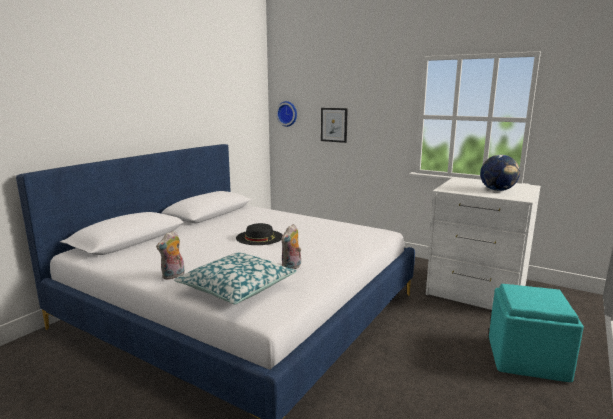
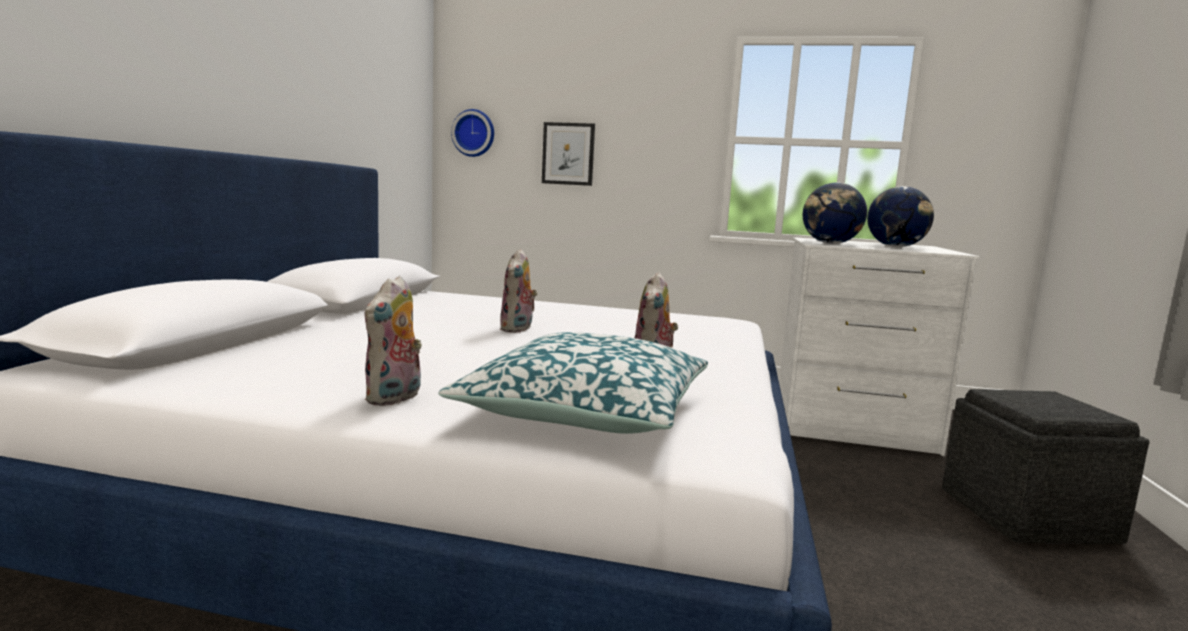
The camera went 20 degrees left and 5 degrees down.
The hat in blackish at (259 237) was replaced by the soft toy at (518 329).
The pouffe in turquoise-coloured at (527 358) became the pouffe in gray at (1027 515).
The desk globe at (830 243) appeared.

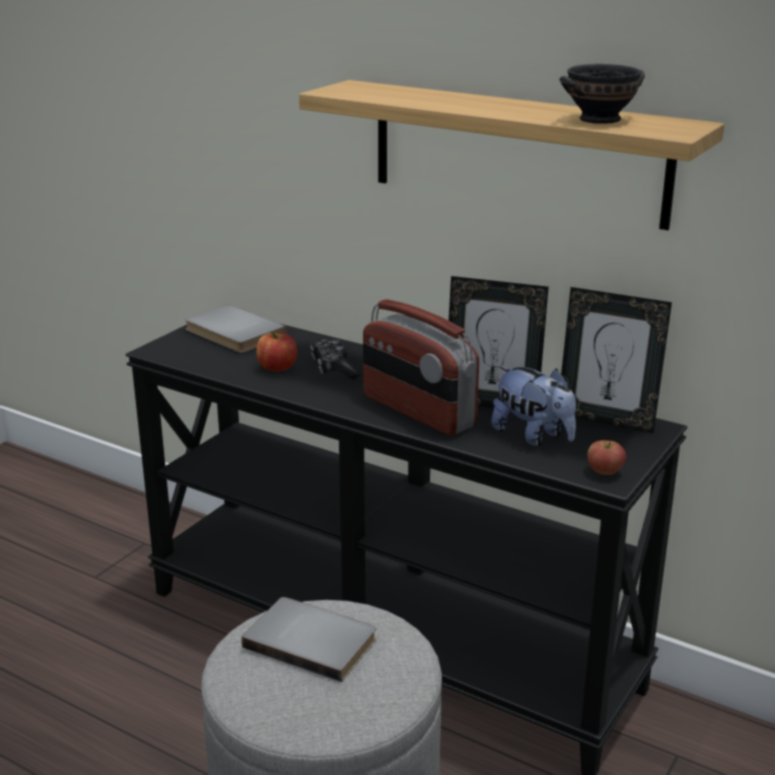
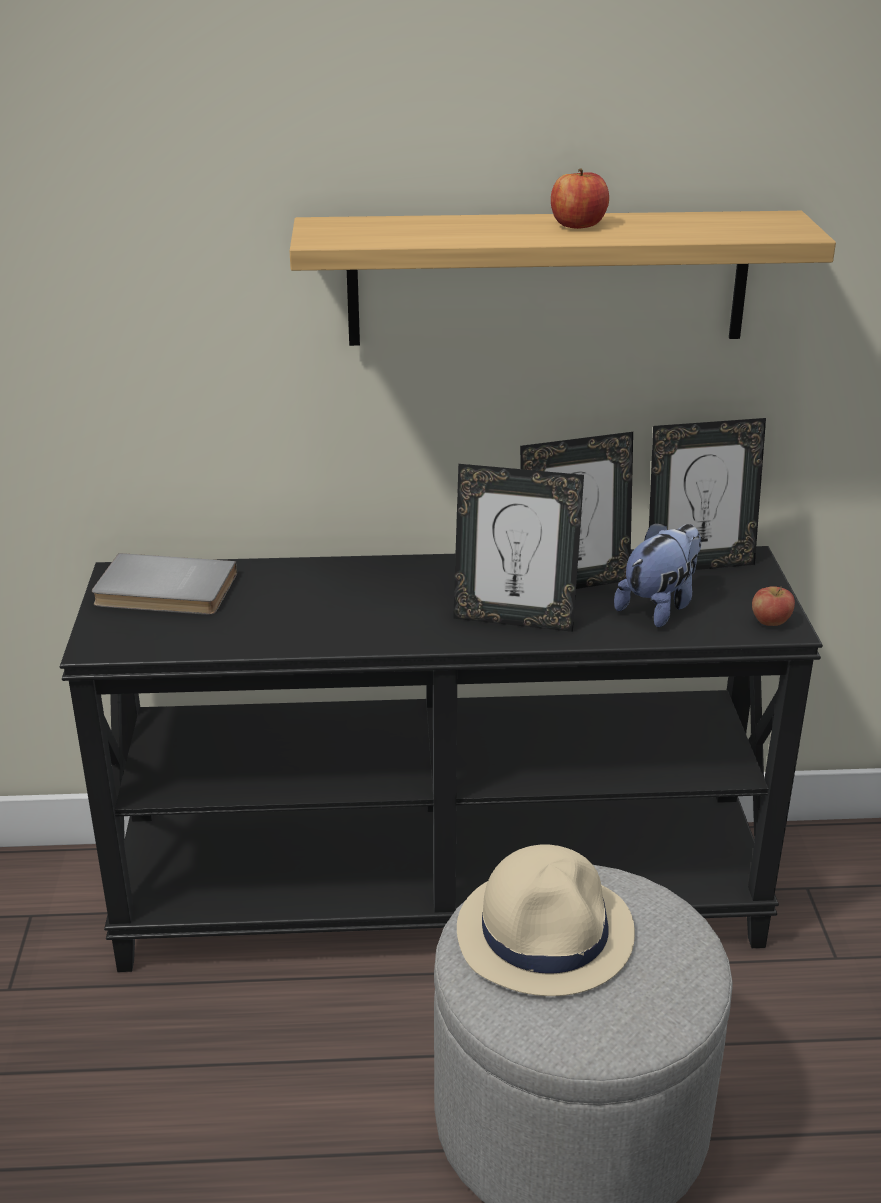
The camera went 35 degrees left and 5 degrees up.
The bound book in gray at (312 640) was replaced by the hat in beige at (546 932).
The apple moved from (277 367) to (578 225).
The game controller at (334 368) disappeared.
The radio receiver at (417 411) was replaced by the picture frame at (514 619).
The soft toy at (533 436) turned 60 degrees counterclockwise.
The deep dish in blackish at (597 119) disappeared.

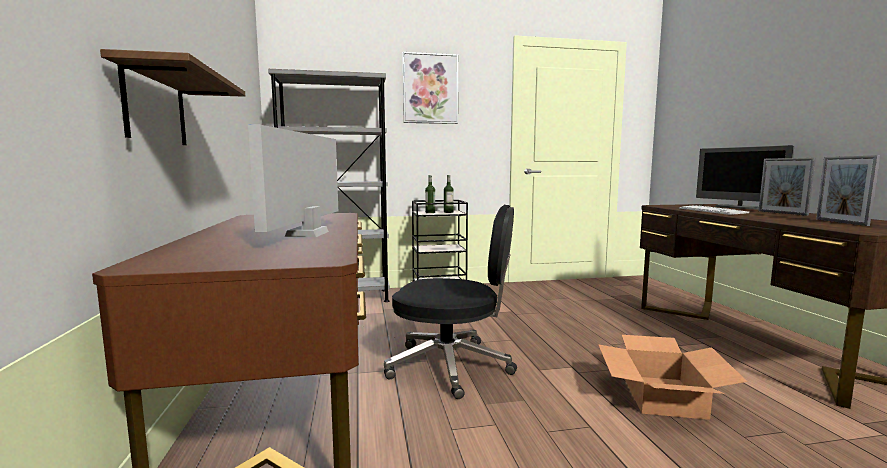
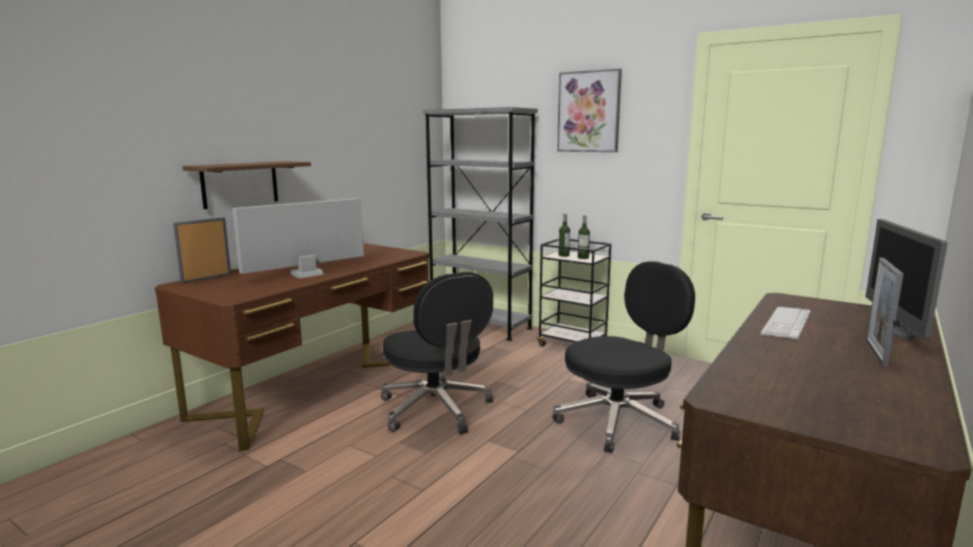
The camera went 45 degrees right and 5 degrees up.
The cardboard box at (662 396) disappeared.
The picture frame moved from (841 222) to (206 278).
The computer chair in blackish at (619 421) appeared.

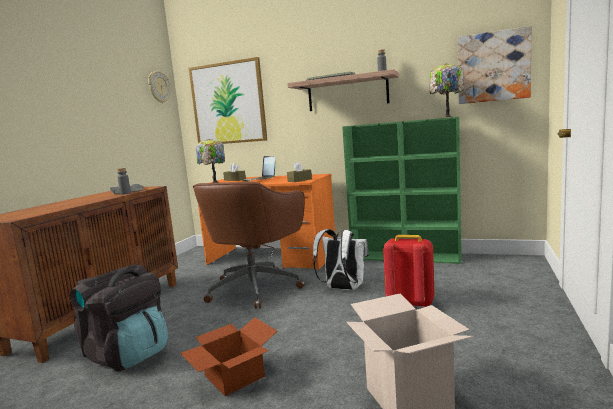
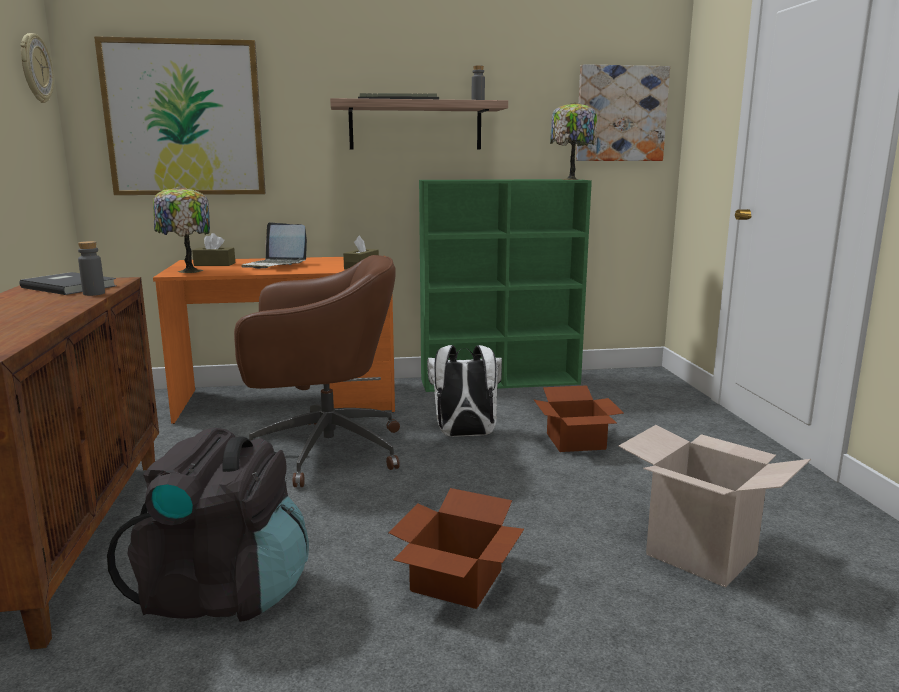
The camera went 30 degrees left and 5 degrees up.
The computer chair in brown at (256 288) turned 90 degrees counterclockwise.
The knapsack in red at (409 302) was replaced by the cardboard box at (575 442).

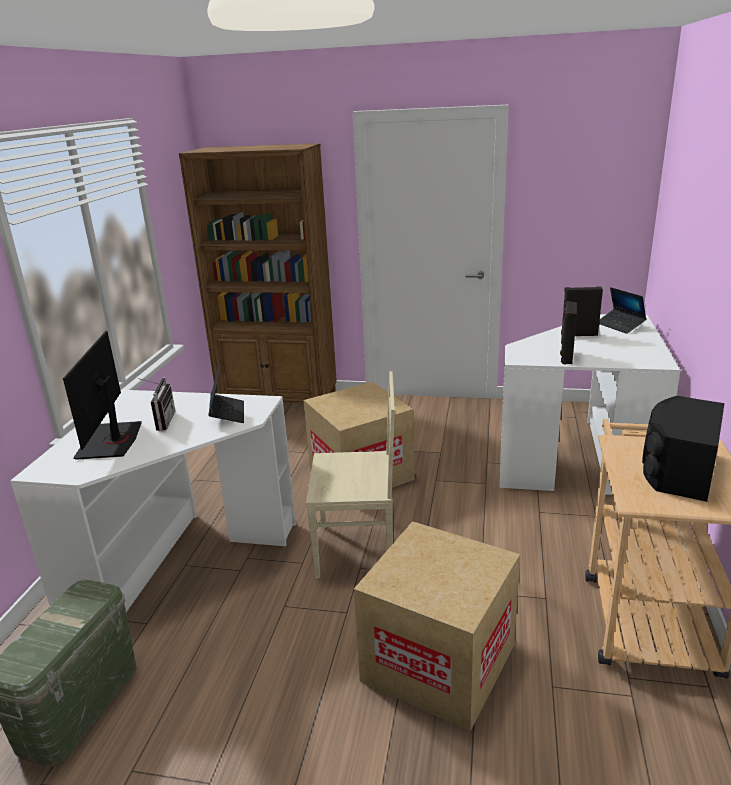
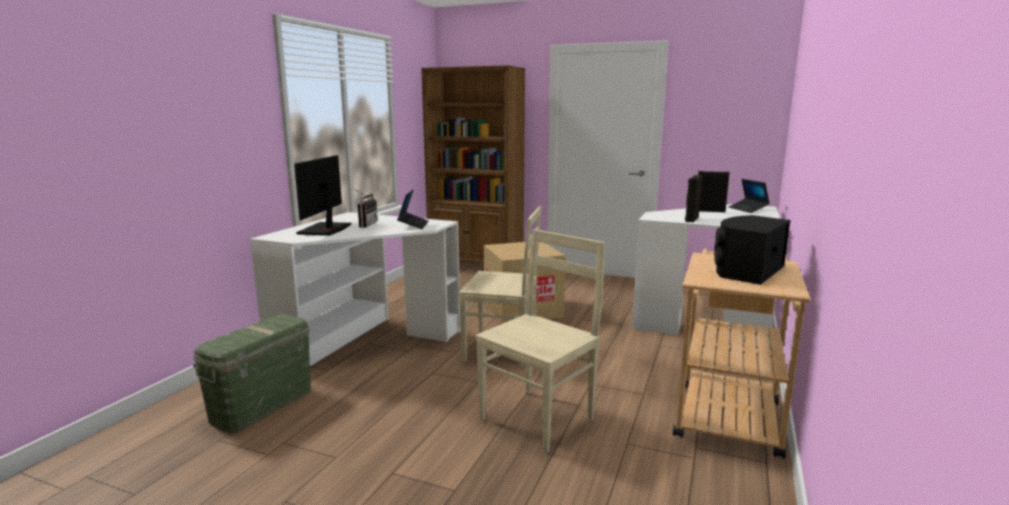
The camera went 10 degrees right and 10 degrees down.
The cardboard box at (439 662) was replaced by the plain chair in beige at (539 418).

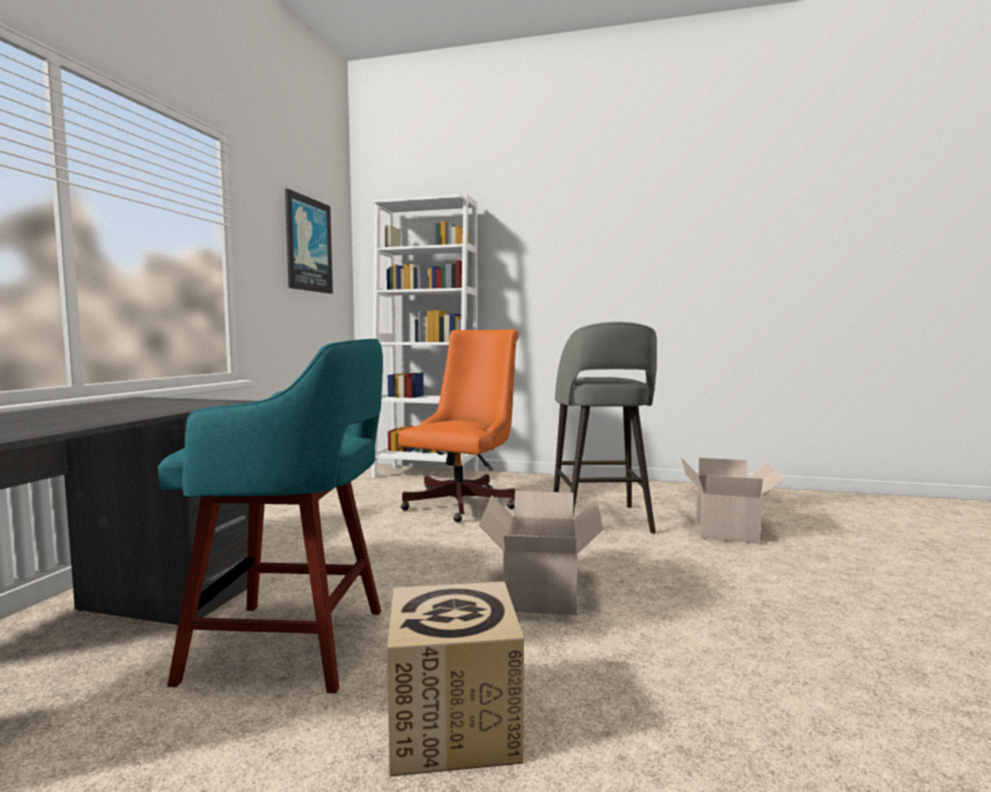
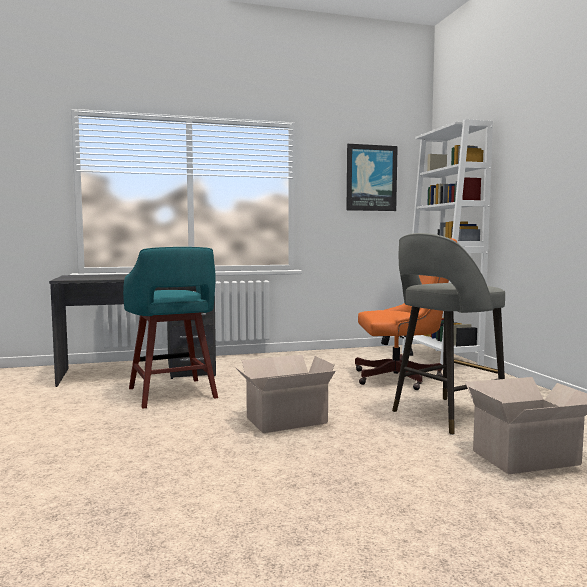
The camera went 60 degrees right and 0 degrees up.
The cardboard box at (453 725) disappeared.

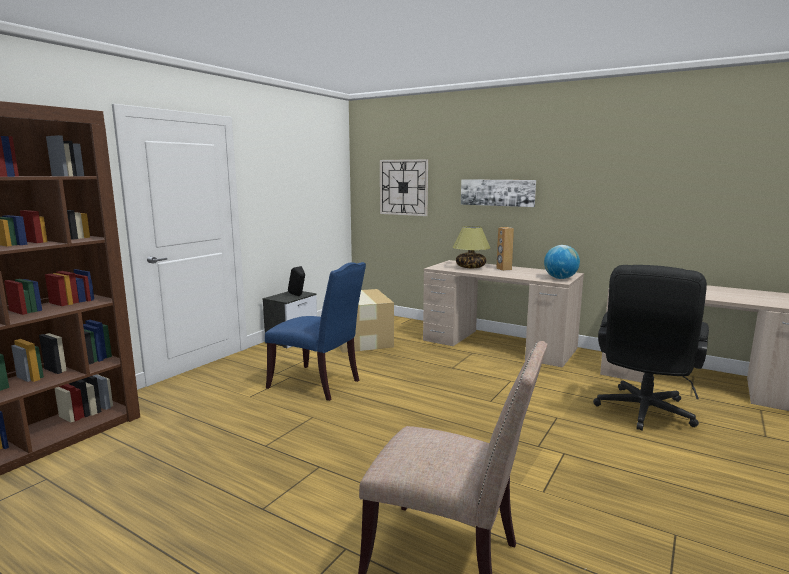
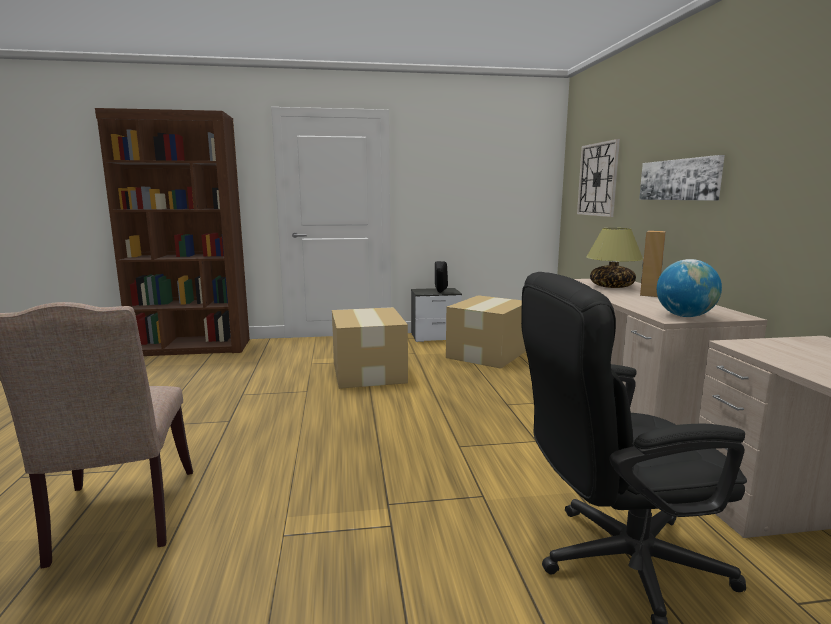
The camera went 50 degrees right and 0 degrees up.
The plain chair in blue at (318 384) was replaced by the cardboard box at (368 372).

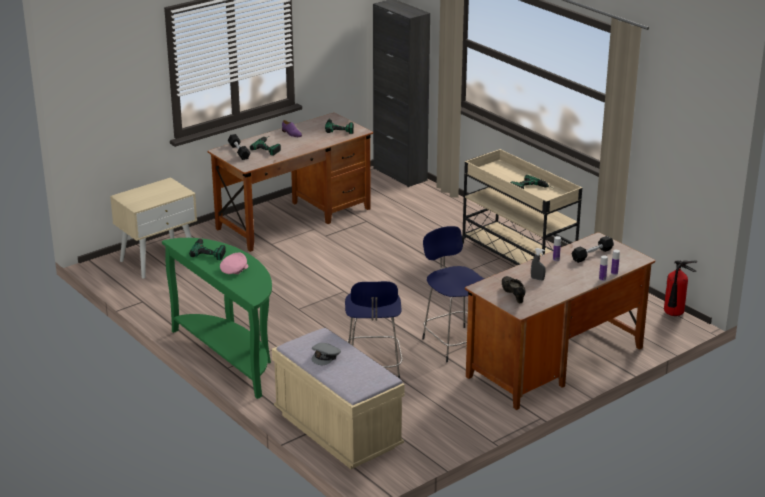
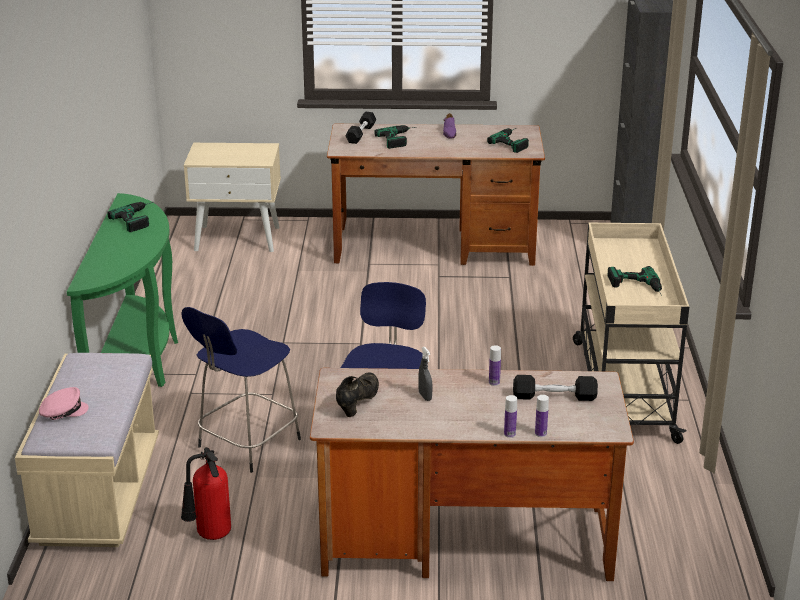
The camera went 40 degrees right and 0 degrees up.
The cap in pinkish moved from (234 269) to (62 411).
The cap in gray at (326 356) disappeared.
The fire extinguisher moved from (674 315) to (209 536).

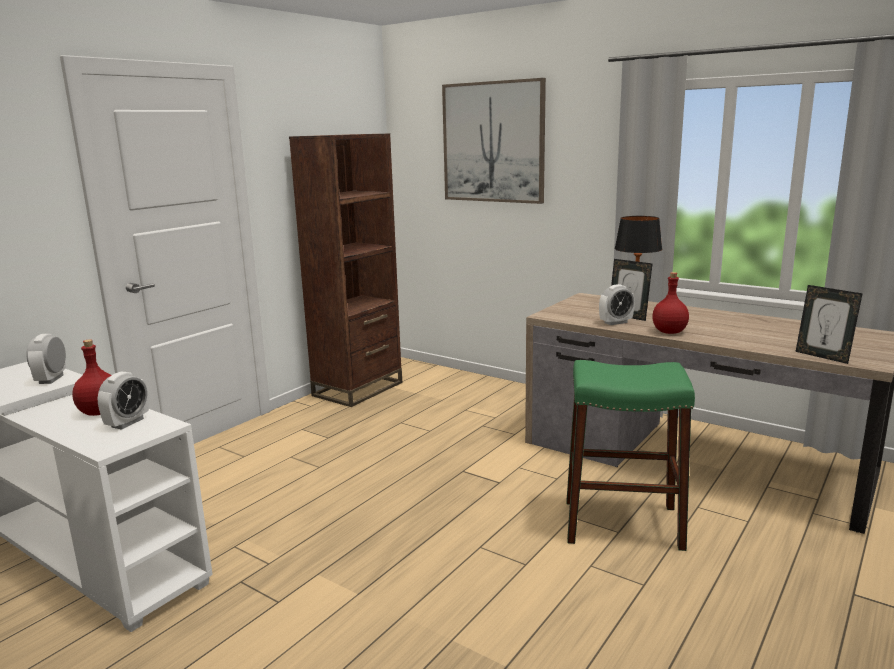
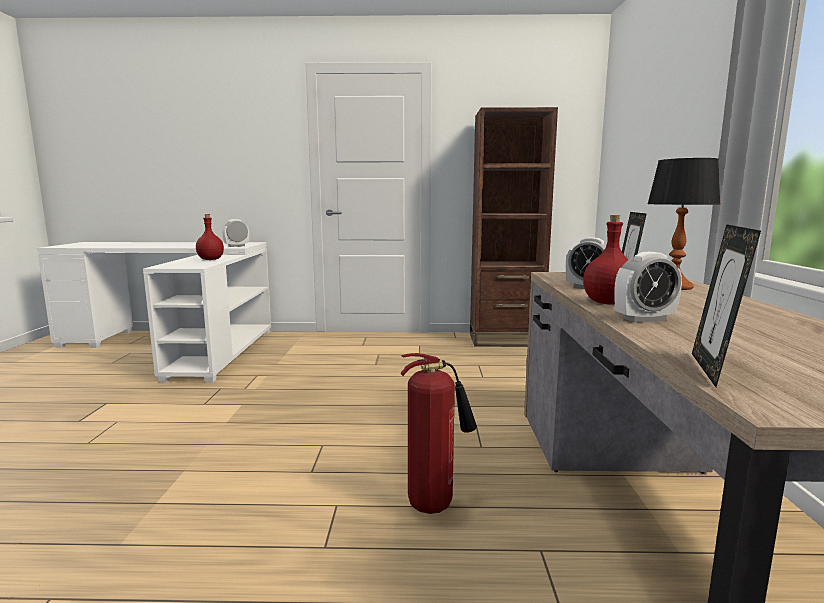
The camera went 55 degrees right and 5 degrees down.
The table clock moved from (127 423) to (644 319).
The wall art at (493 142) disappeared.
The stool in green at (622 524) was replaced by the fire extinguisher at (435 504).

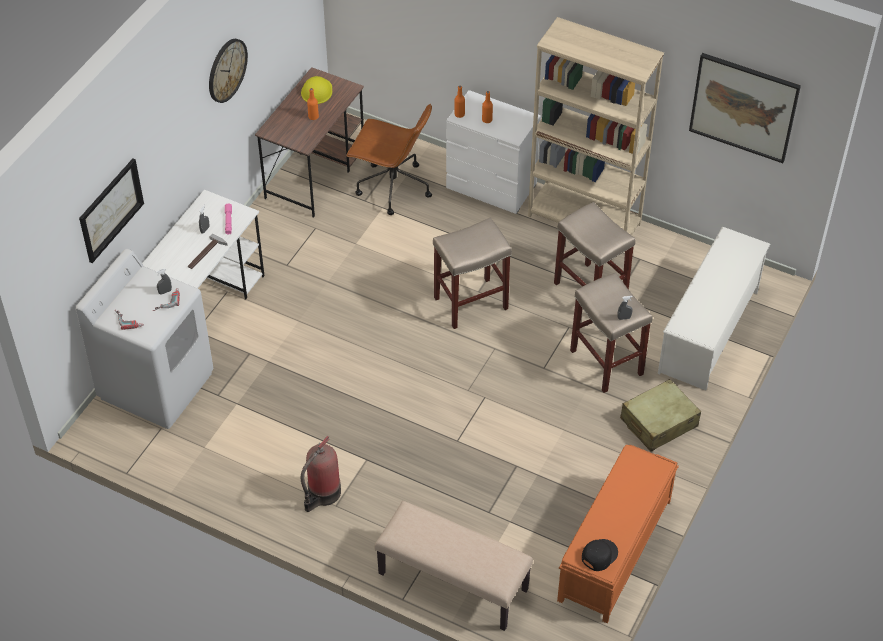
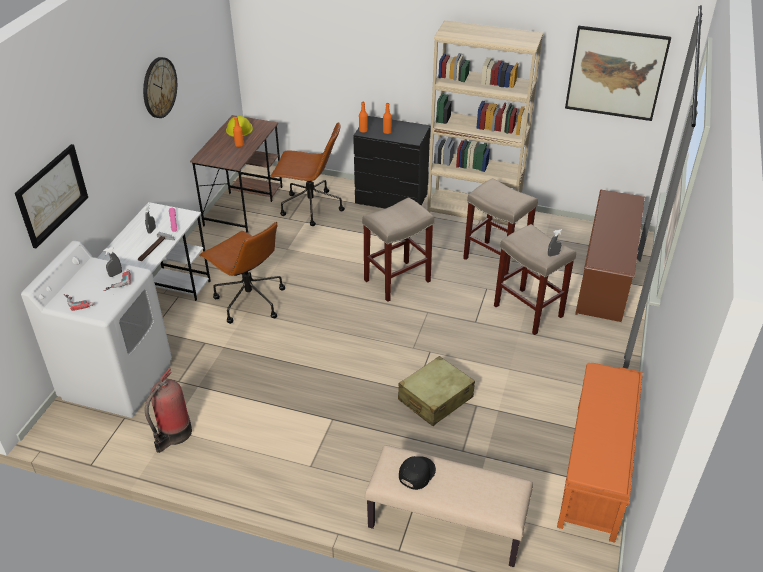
The camera went 10 degrees left and 10 degrees down.
The fire extinguisher moved from (322 494) to (173 434).
The dresser in white-coloured at (491 187) became the dresser in blackish at (392 199).
The cap in blackish moved from (599 555) to (416 473).
The travel case in beige moved from (658 423) to (435 399).
The shoe shelf in white-coloured at (709 331) became the shoe shelf in brown at (605 278).
The computer chair in brown at (249 301) appeared.

